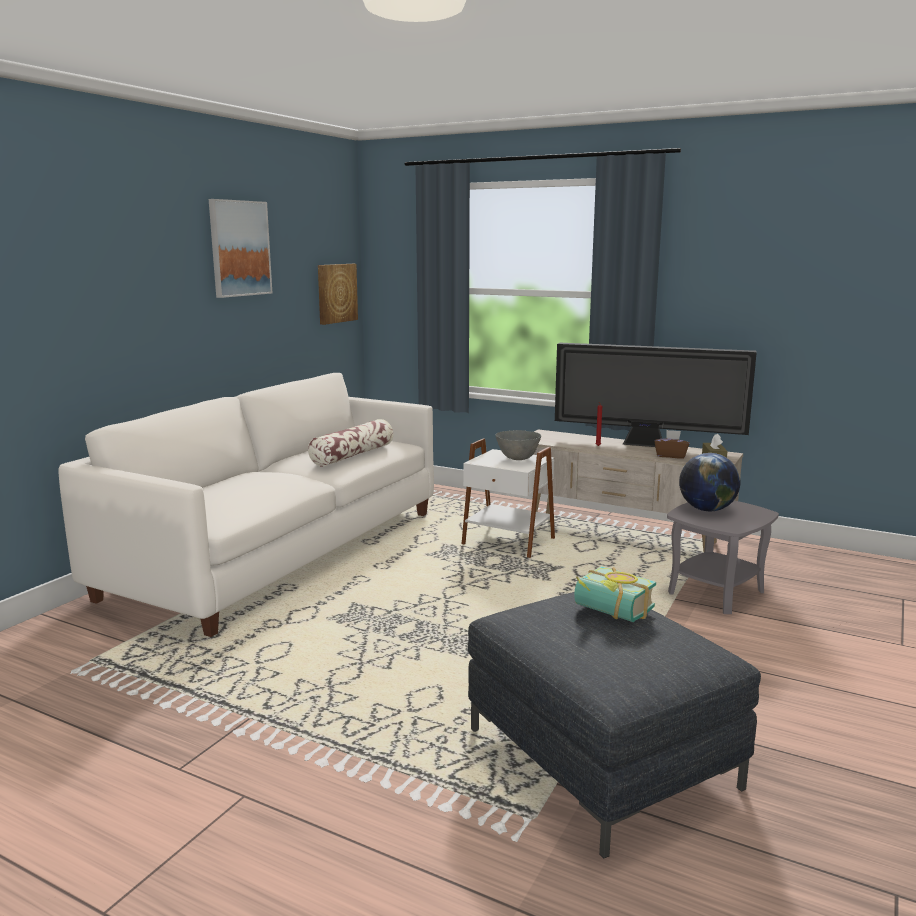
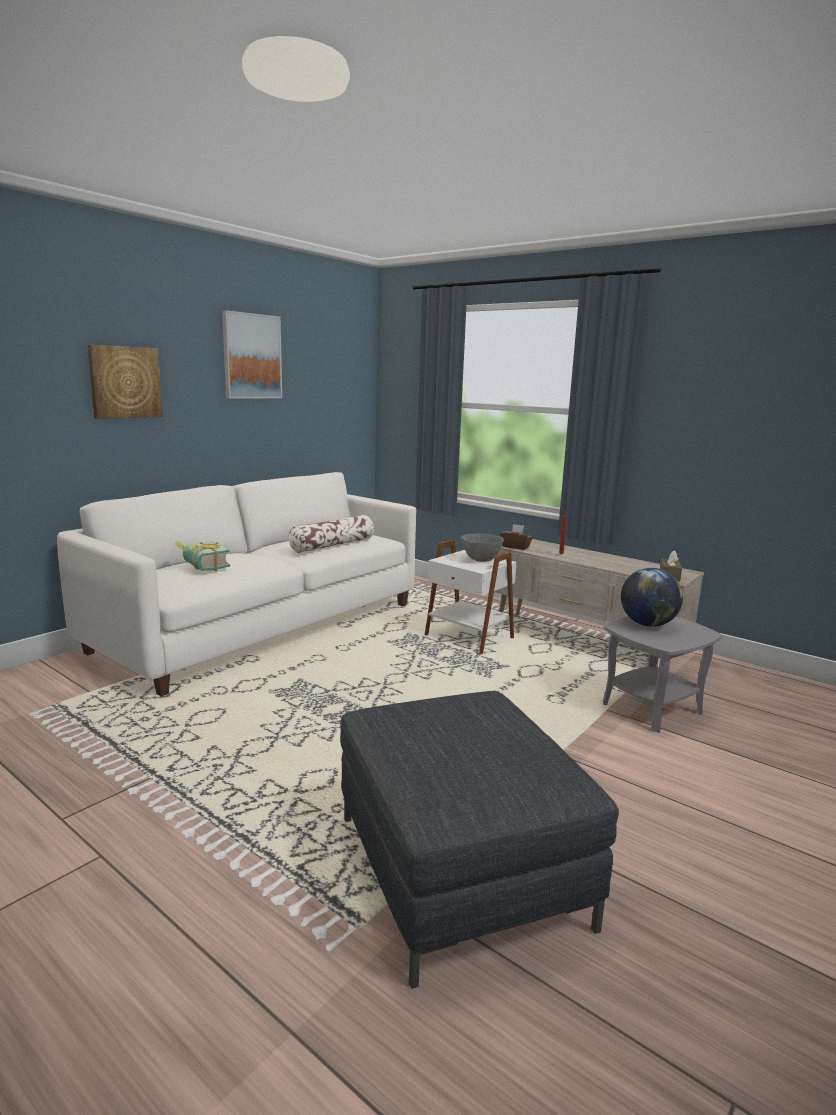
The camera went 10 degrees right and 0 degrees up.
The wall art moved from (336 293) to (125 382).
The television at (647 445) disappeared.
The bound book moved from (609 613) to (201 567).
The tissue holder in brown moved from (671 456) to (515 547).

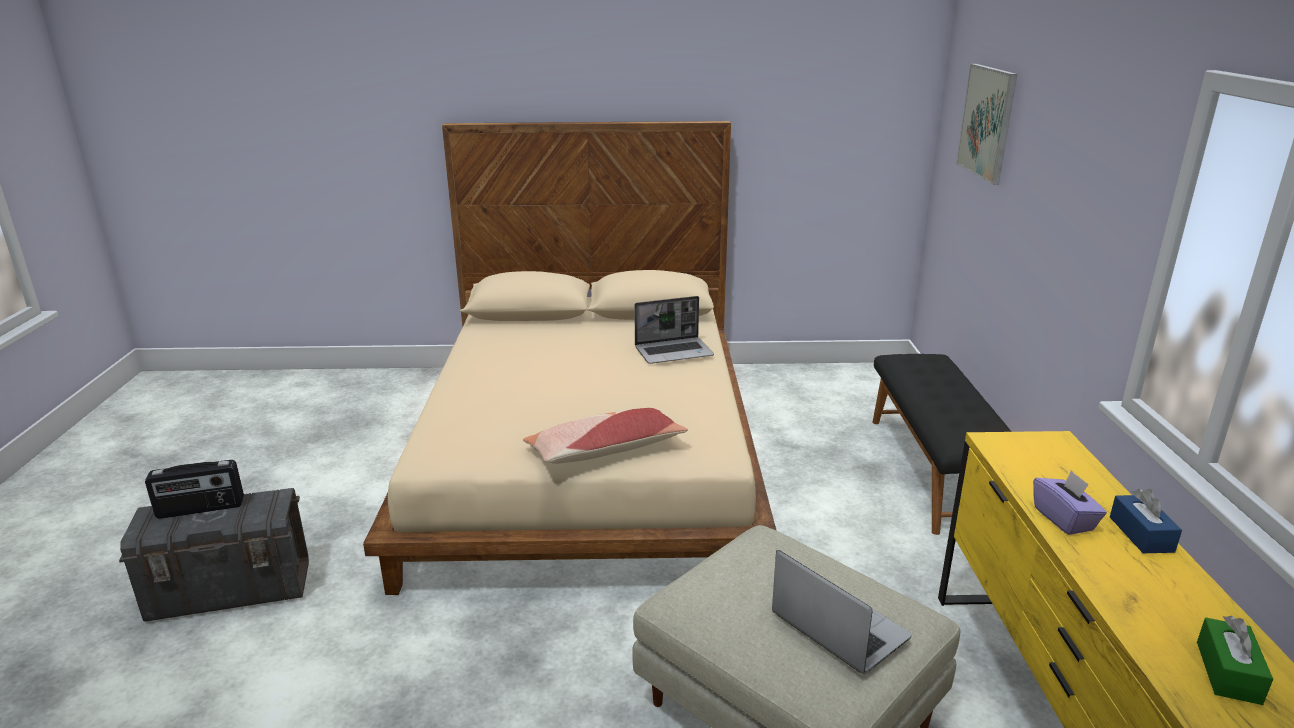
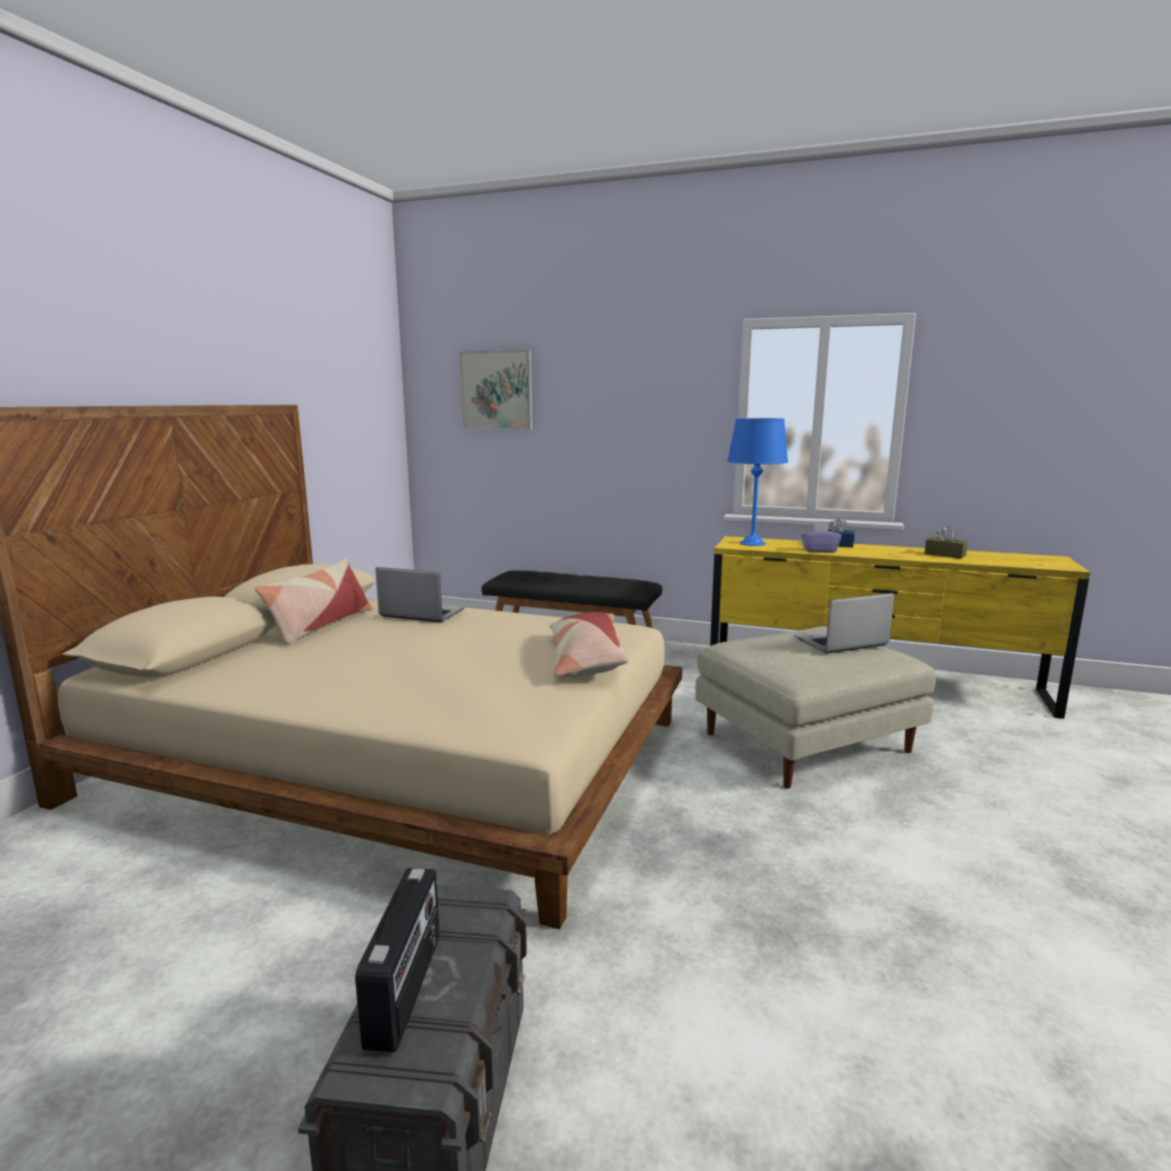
The camera went 70 degrees left and 10 degrees down.
The laptop at (674 352) turned 75 degrees counterclockwise.
The tissue holder in green at (1228 672) became the tissue holder in brown at (945 554).
The throw pillow at (320 625) appeared.
The tabletop lamp in blue at (752 543) appeared.

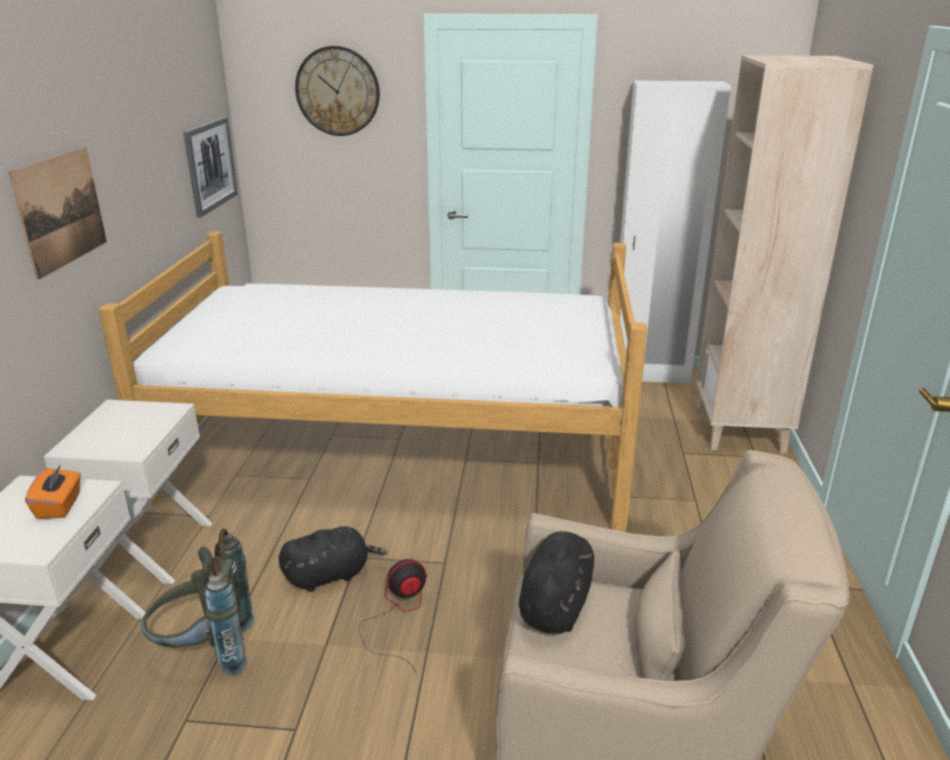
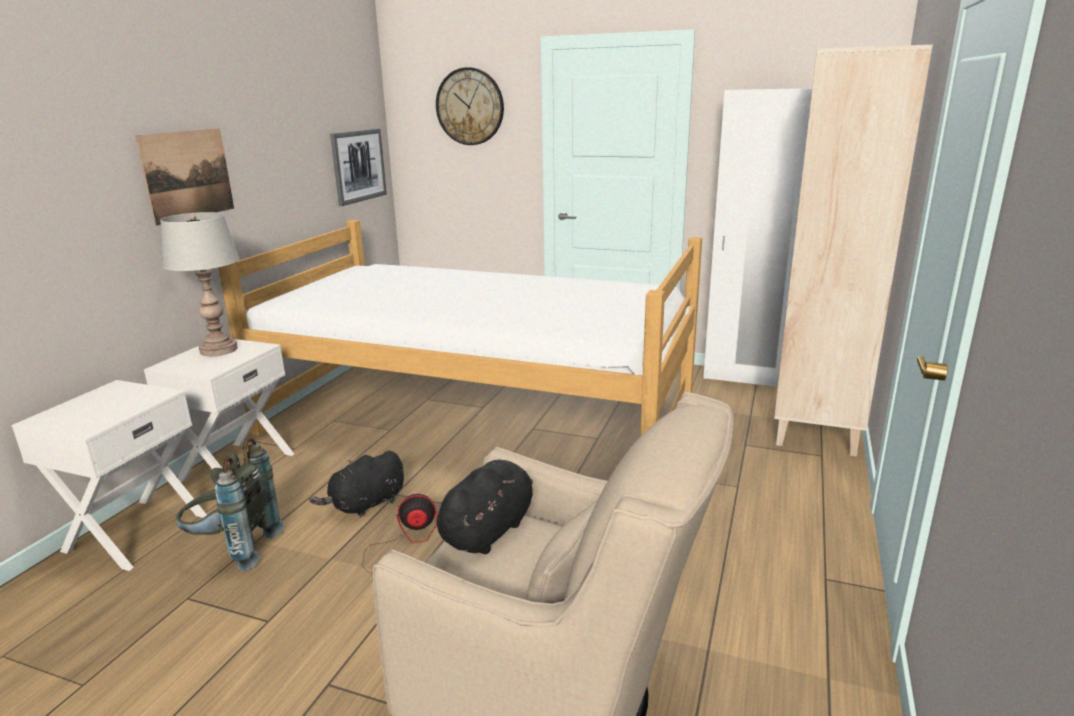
The camera went 15 degrees right and 5 degrees down.
The tissue holder in orangey at (59 506) disappeared.
The soft toy in blackish at (330 575) turned 150 degrees clockwise.
The tabletop lamp in gray at (219 350) appeared.

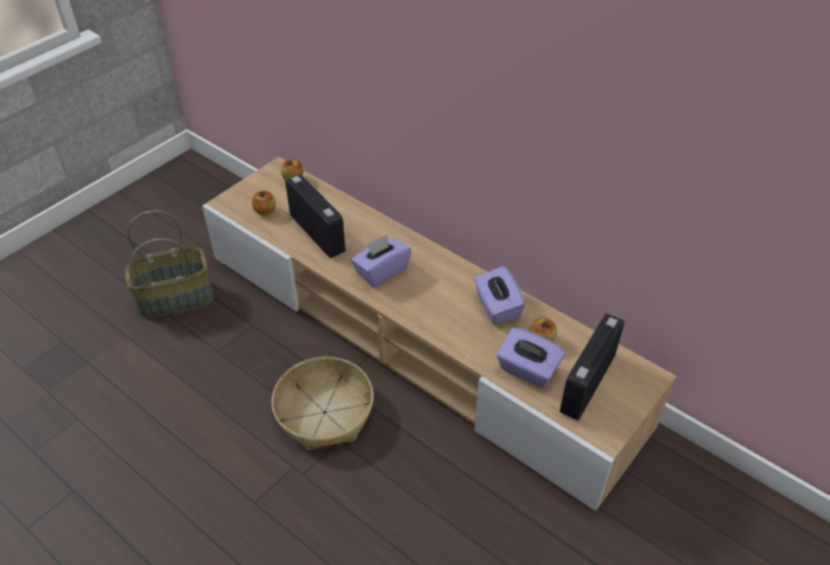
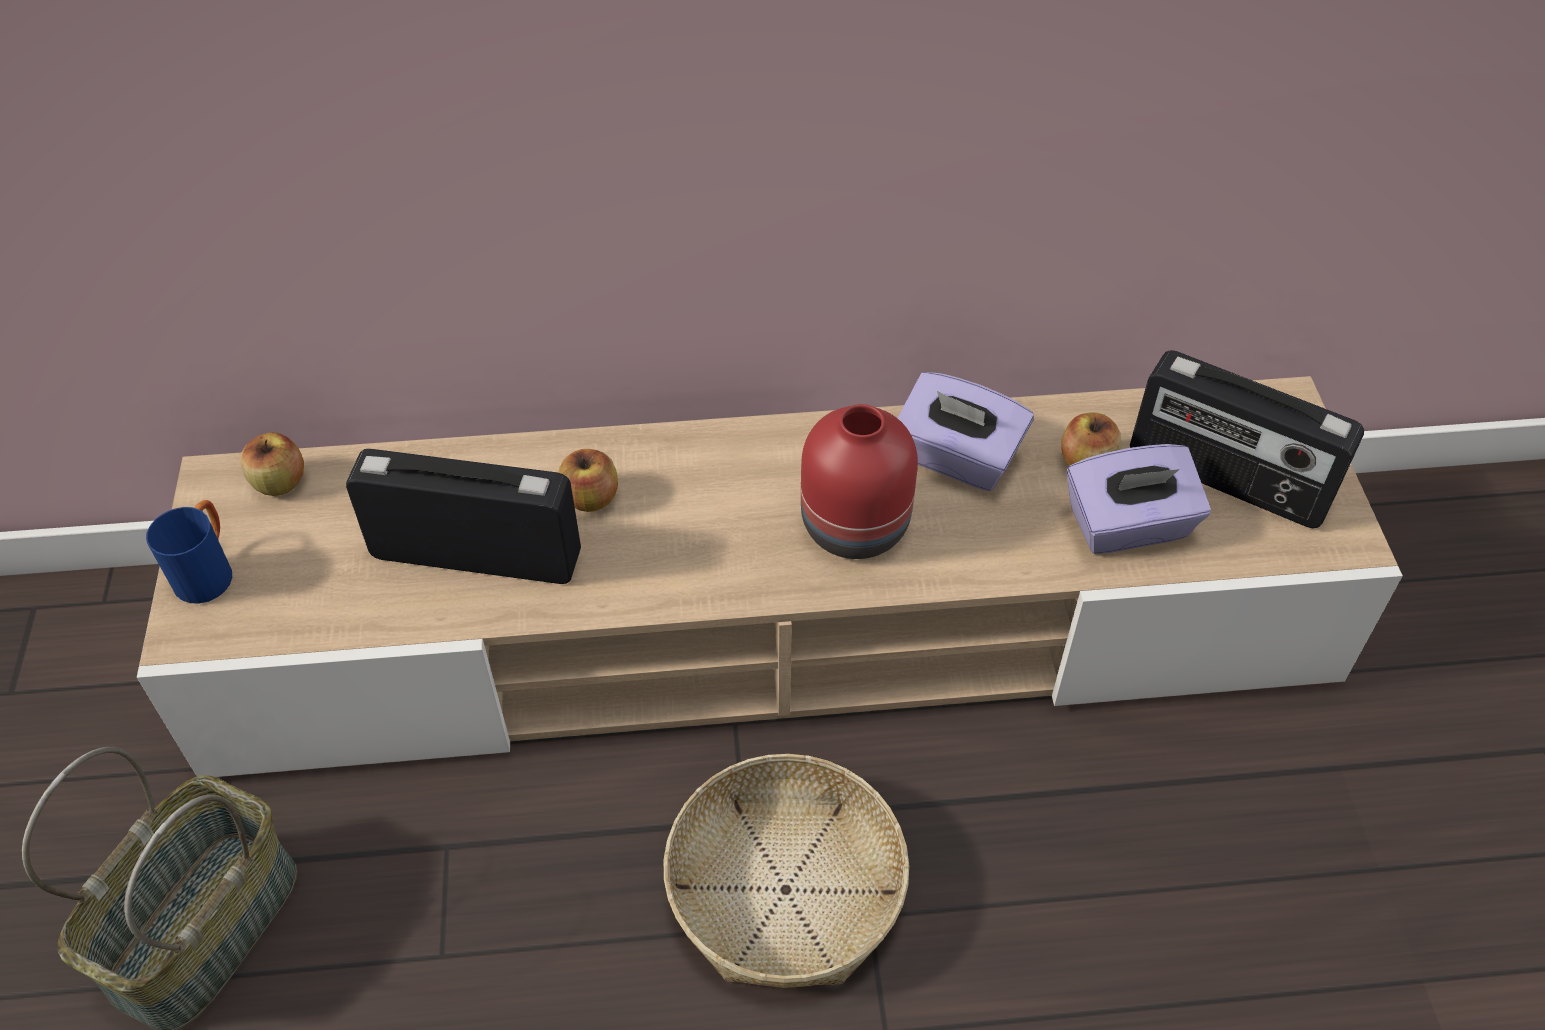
The camera went 45 degrees left and 5 degrees up.
The apple moved from (265 211) to (591 498).
The tissue holder in purple-coloured at (381 271) disappeared.
The radio receiver at (586 383) turned 45 degrees counterclockwise.
The tea mug in blue at (208 571) appeared.
The flower vase in red at (857 527) appeared.

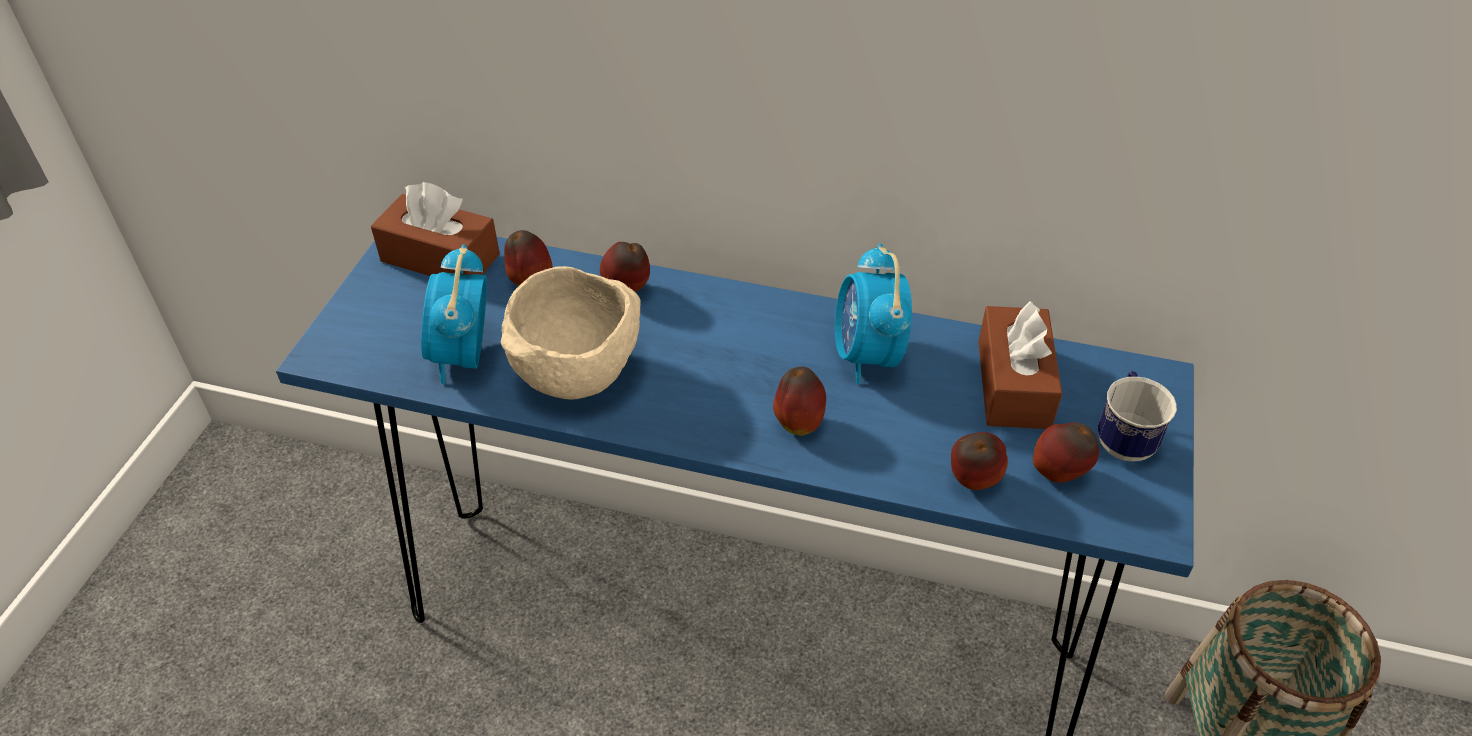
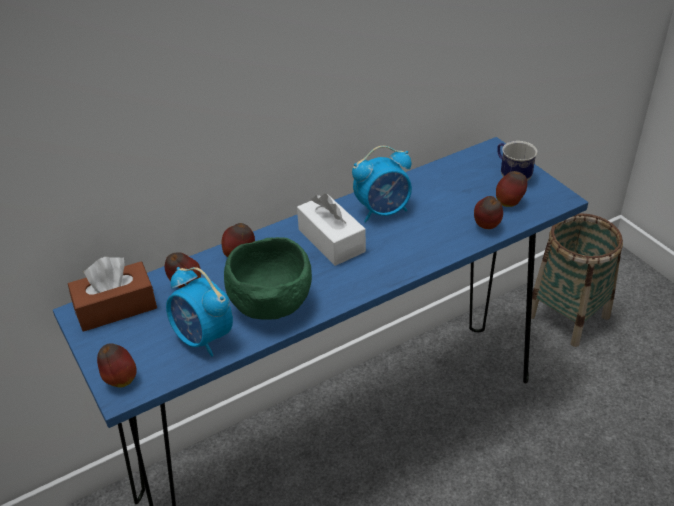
The camera went 45 degrees left and 5 degrees down.
The deep dish in beige at (577 372) became the deep dish in green at (271 304).
The apple moved from (798 423) to (120 380).
The table clock at (867 356) turned 60 degrees counterclockwise.
The tissue holder in brown at (1013 384) disappeared.
The tissue holder in white-coloured at (331 240) appeared.

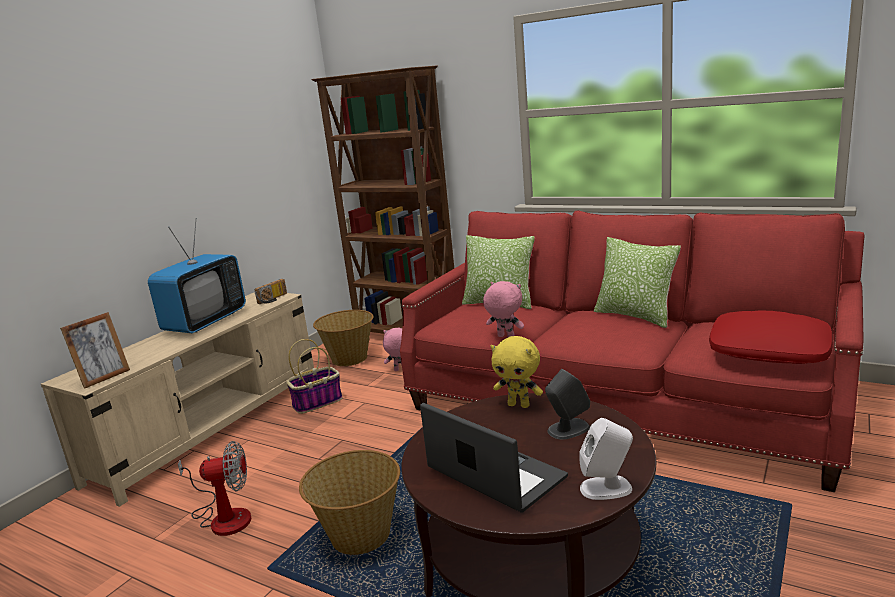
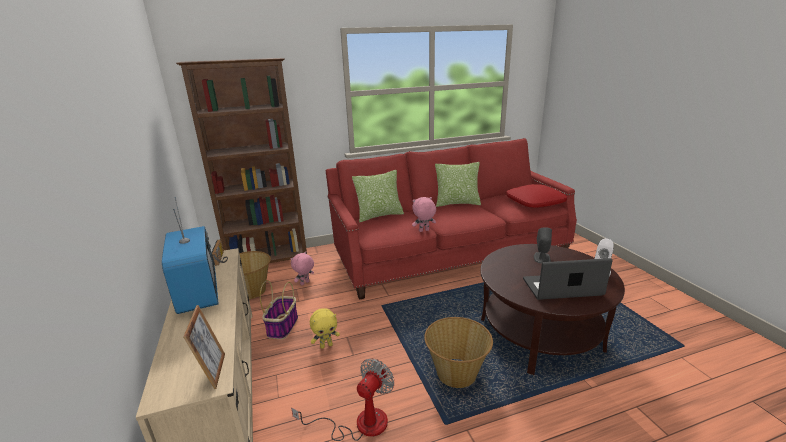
The camera went 50 degrees left and 5 degrees up.
The soft toy in yellowish moved from (519 405) to (326 345).

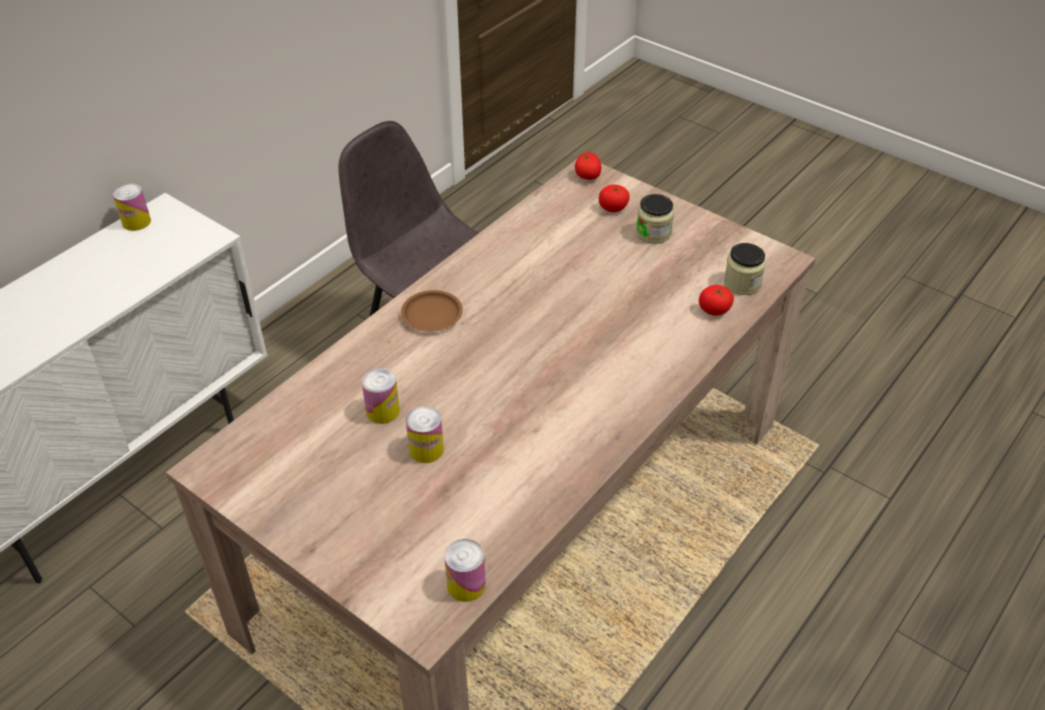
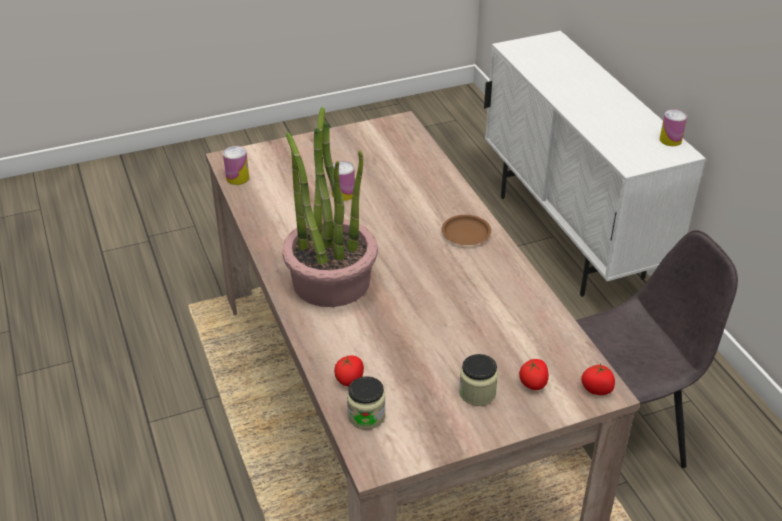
The camera went 120 degrees right and 5 degrees down.
The sealed can at (383 411) disappeared.
The houseplant at (331 280) appeared.

